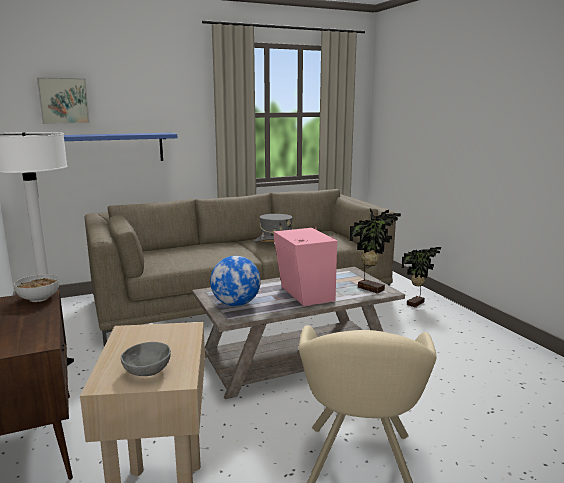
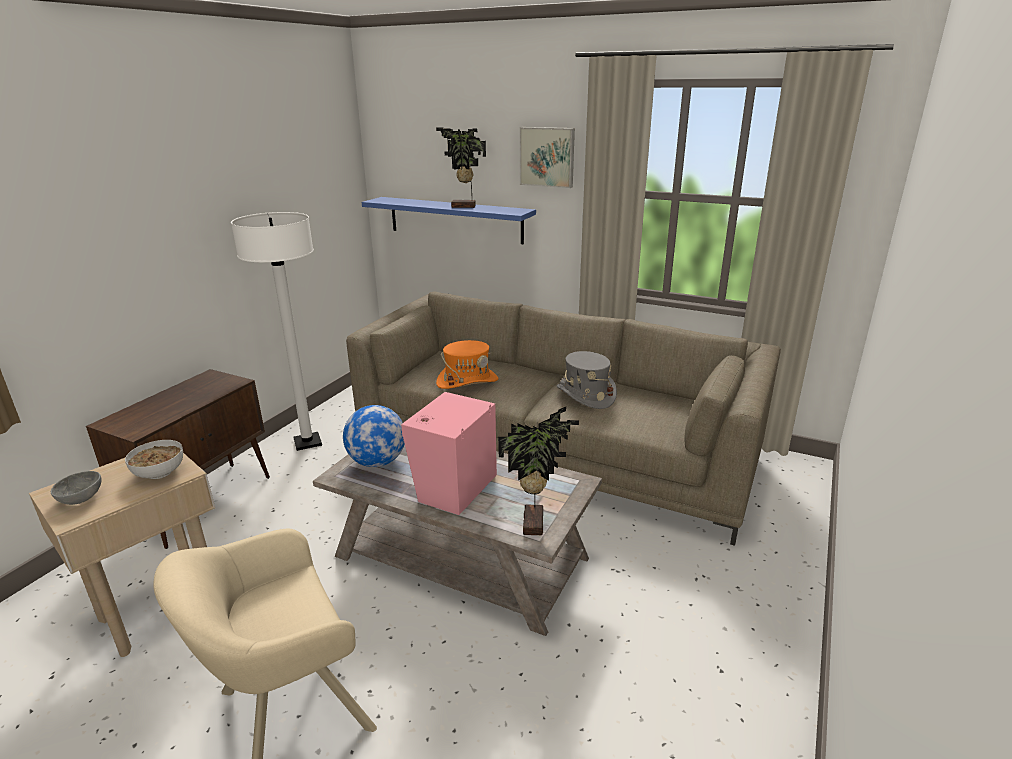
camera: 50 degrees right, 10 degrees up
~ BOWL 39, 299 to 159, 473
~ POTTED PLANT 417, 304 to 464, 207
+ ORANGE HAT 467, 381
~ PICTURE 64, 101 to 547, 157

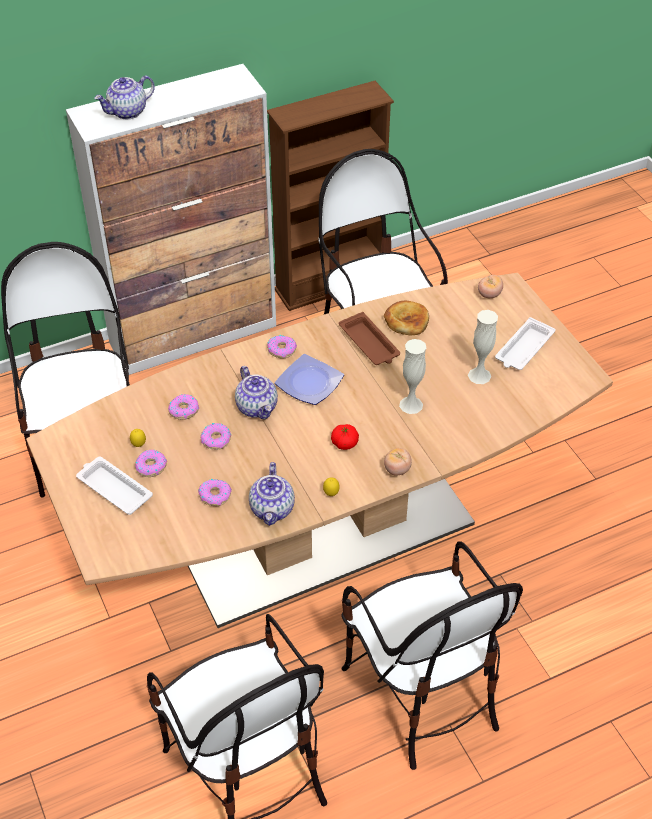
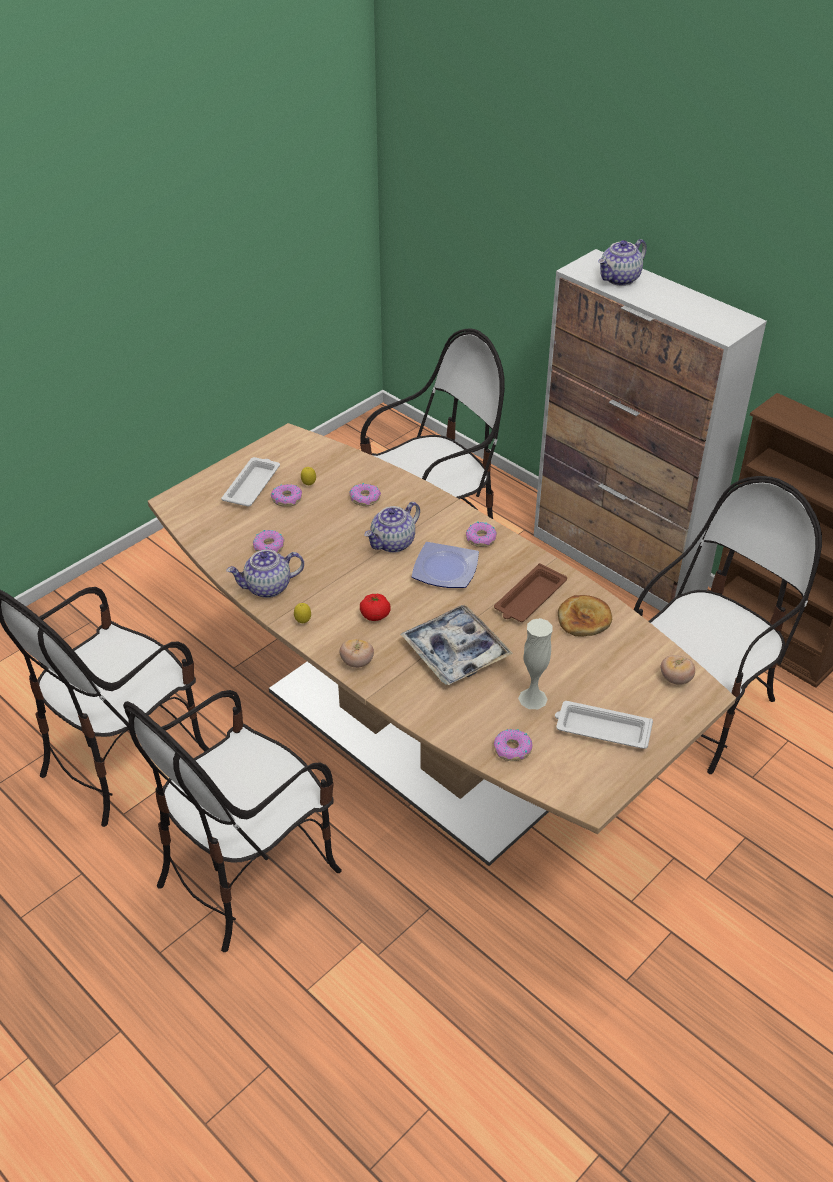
camera: 70 degrees right, 5 degrees down
~ WHITE VASE 411, 405 to TRAY 455, 652
~ DONUT 216, 439 to 512, 749
~ TEAPOT 127, 112 = 620, 279 75 degrees counterclockwise

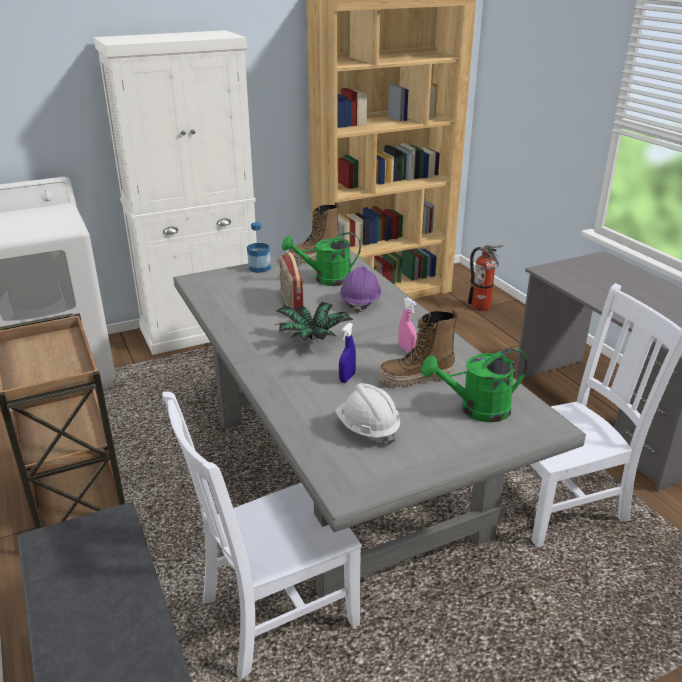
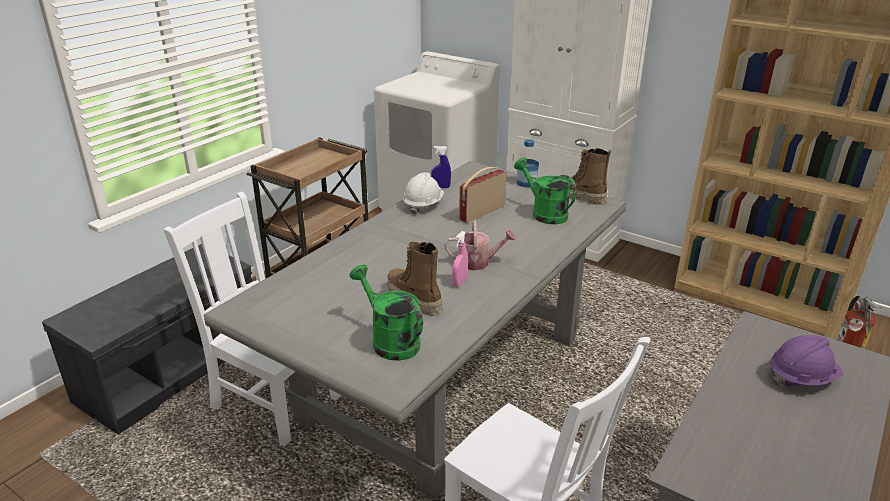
camera: 60 degrees right, 0 degrees up
~ WHITE HARD HAT 367, 429 to 423, 205
~ BLUE SPRAY BOTTLE 347, 378 to 441, 187
+ WATERING CAN 478, 262
~ PURPLE HARD HAT 360, 302 to 801, 378
- POTTED PLANT 312, 339

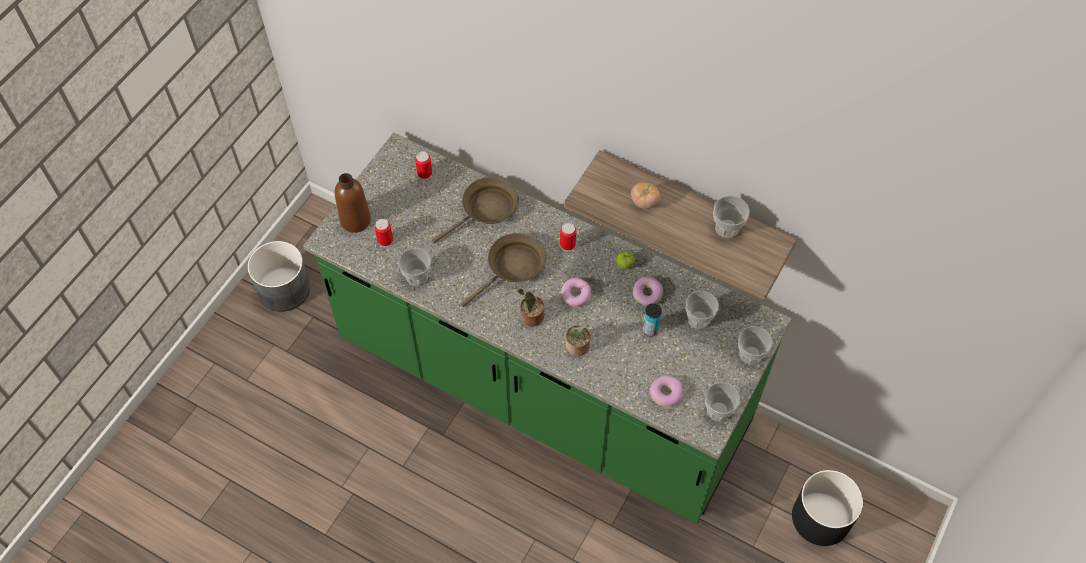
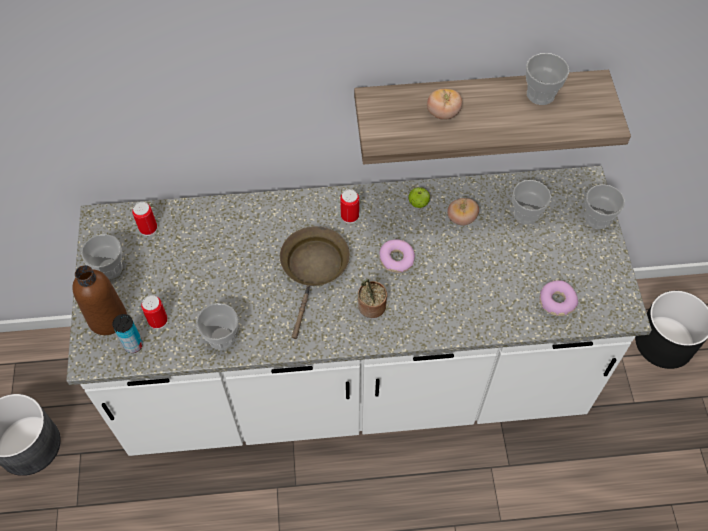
camera: 35 degrees left, 0 degrees up
~ GREEN COUNTER 543, 386 to WHITE COUNTER 354, 379
~ CUP 718, 411 to 109, 268
~ CAN 650, 330 to 133, 345
~ DONUT 647, 294 to TOMATO 461, 218
- BROWN FRYING PAN 486, 210
- POTTED PLANT 578, 347

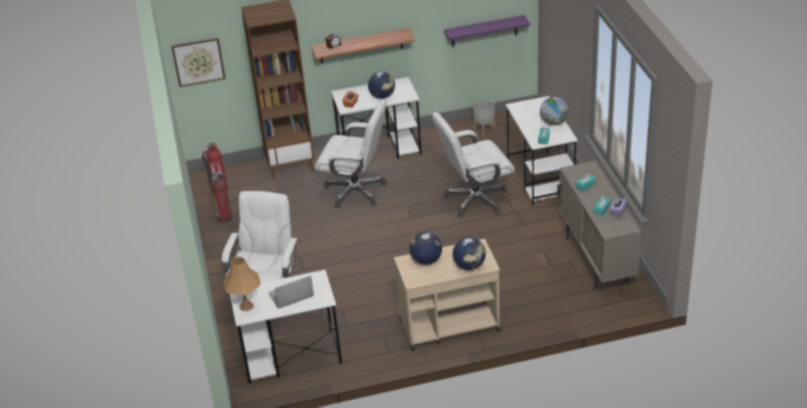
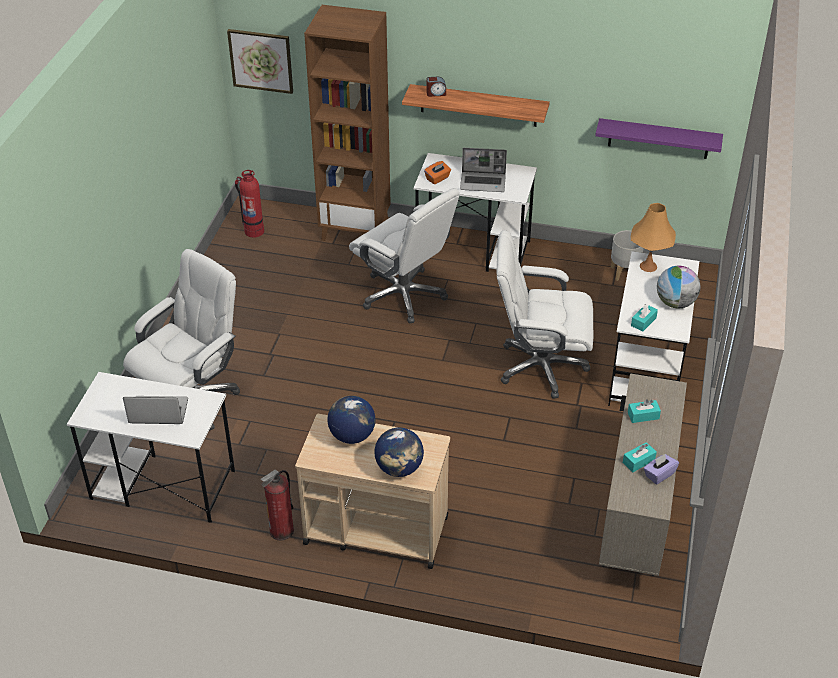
camera: 25 degrees right, 5 degrees up
~ FIRE EXTINGUISHER 224, 218 to 281, 531
~ GLOBE 382, 96 to LAPTOP 483, 183
~ ORANGE TABLE LAMP 246, 306 to 648, 266

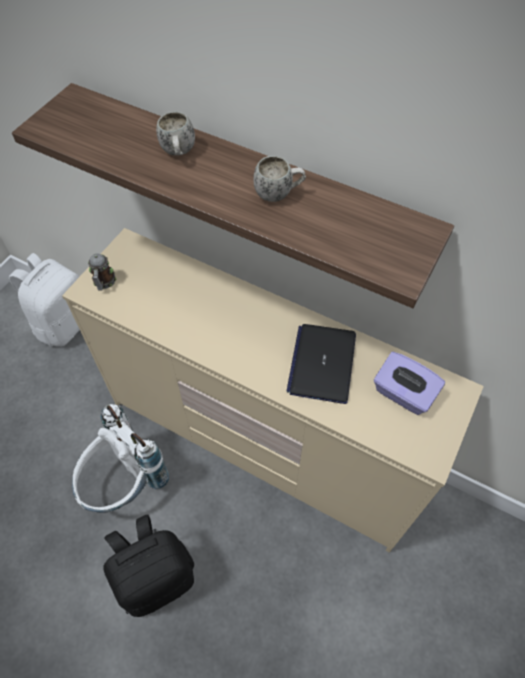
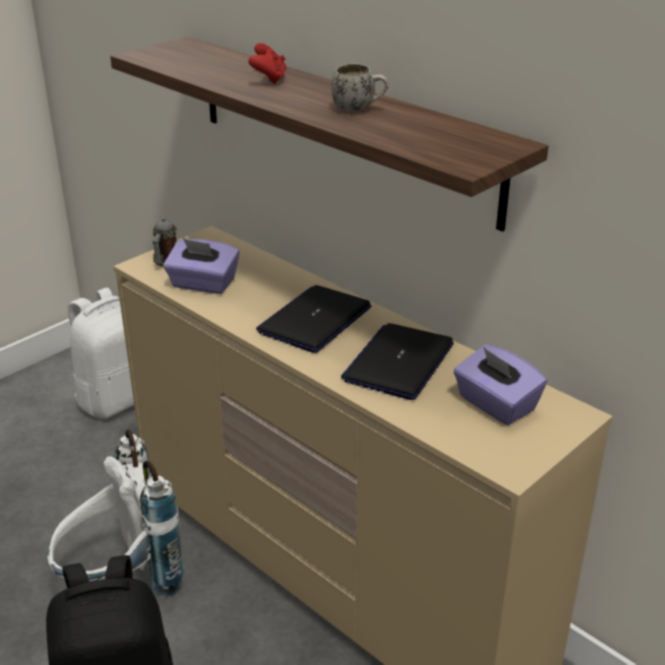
camera: 15 degrees right, 25 degrees down
+ PURPLE TISSUE BOX 203, 284
~ WHITE MUG 178, 153 to RED GAME CONTROLLER 269, 79
+ LAPTOP 315, 320

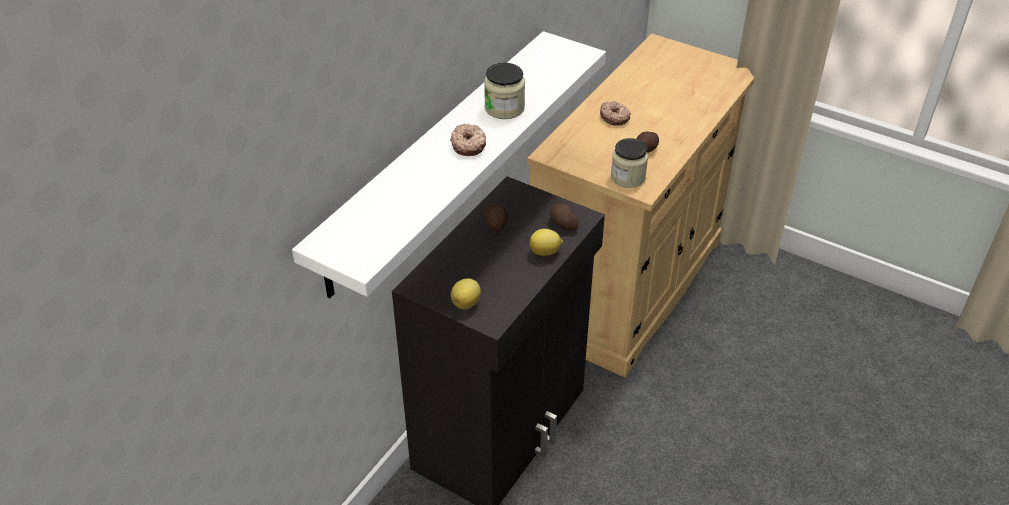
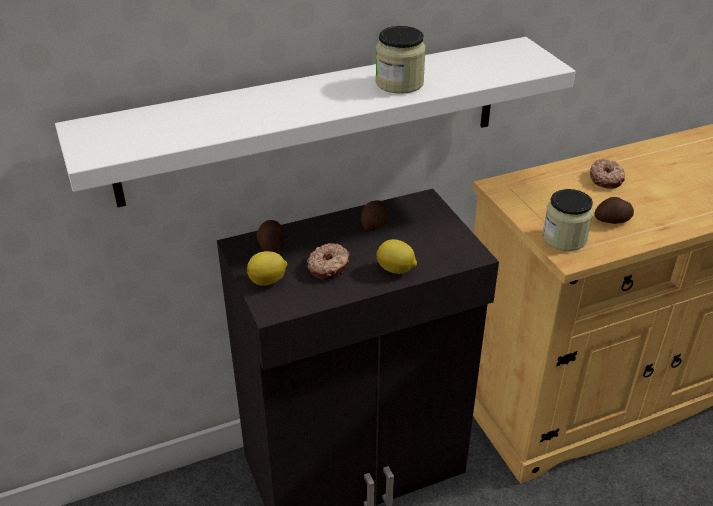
camera: 35 degrees right, 5 degrees down
~ POTATO 563, 224 to 271, 246
~ DONUT 469, 145 to 329, 267

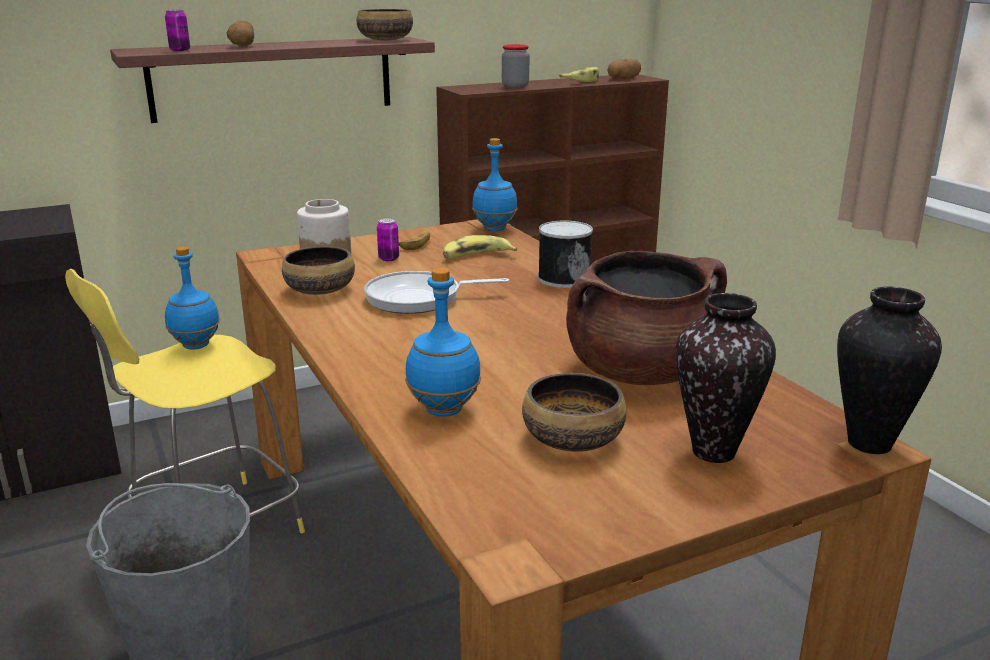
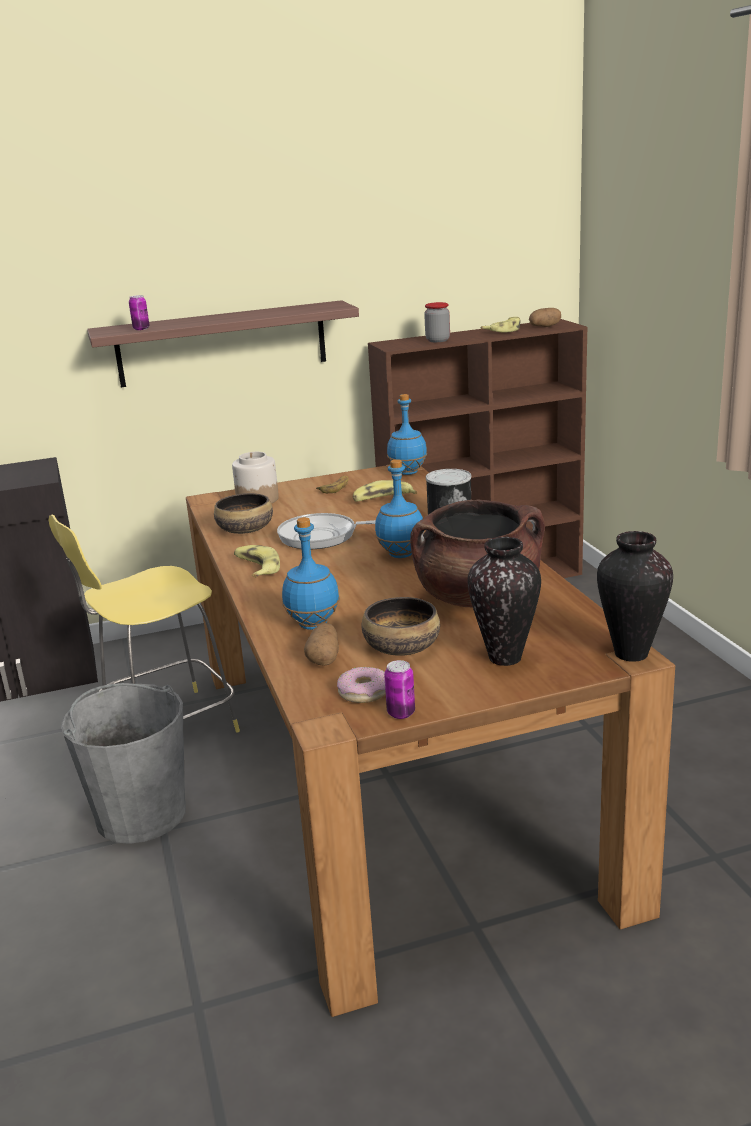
camera: 10 degrees right, 0 degrees up
+ BANANA 256, 568
~ POTATO 243, 46 to 324, 658
+ DONUT 363, 692
~ BLUE BOTTLE 196, 346 to 401, 555
~ CAN 388, 258 to 401, 713
- BOWL 385, 40

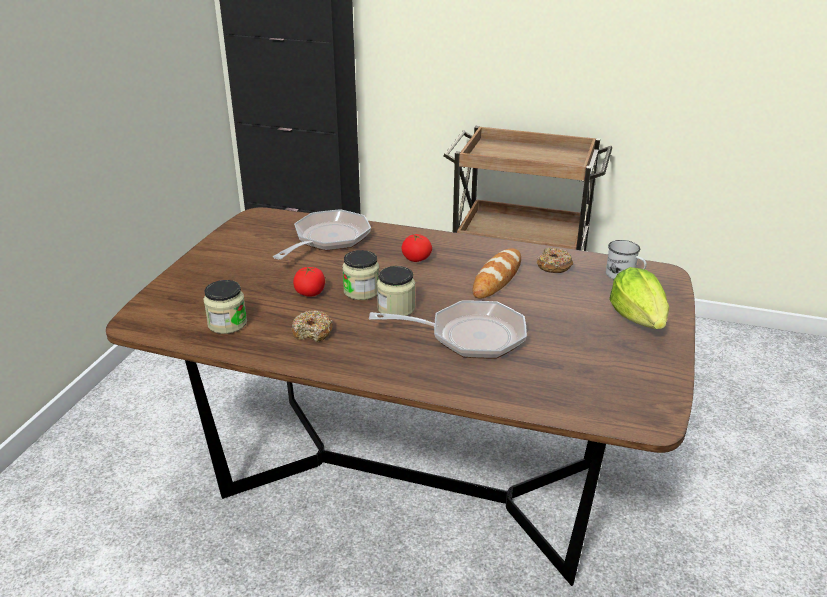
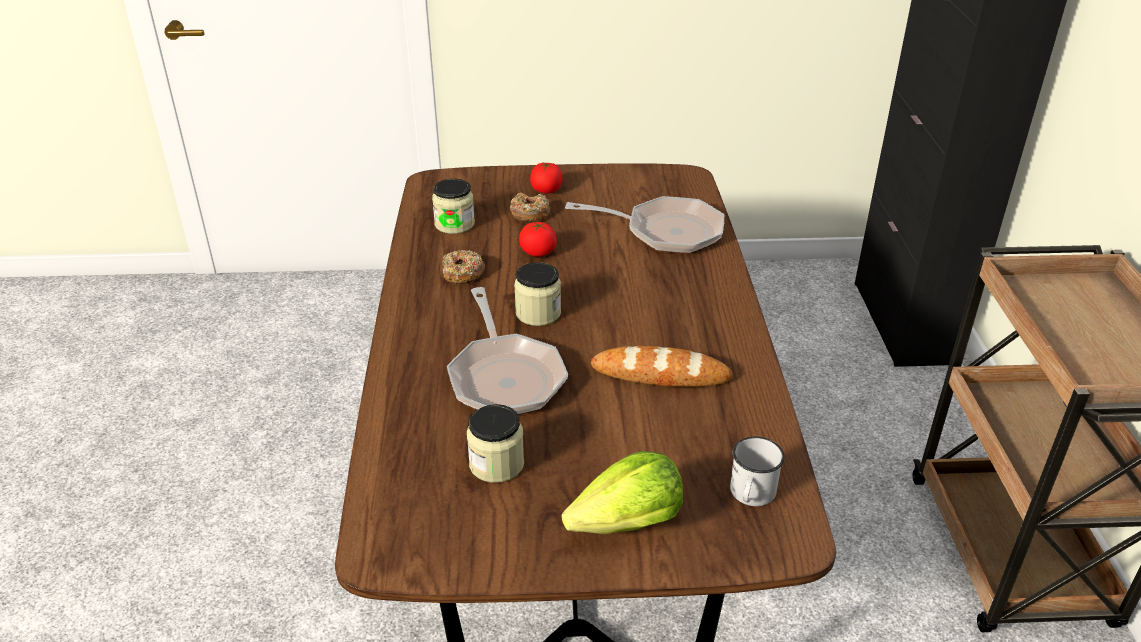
camera: 70 degrees right, 5 degrees up
~ JAR 361, 291 to 496, 464
~ DONUT 553, 266 to 529, 214
~ TOMATO 416, 259 to 546, 190

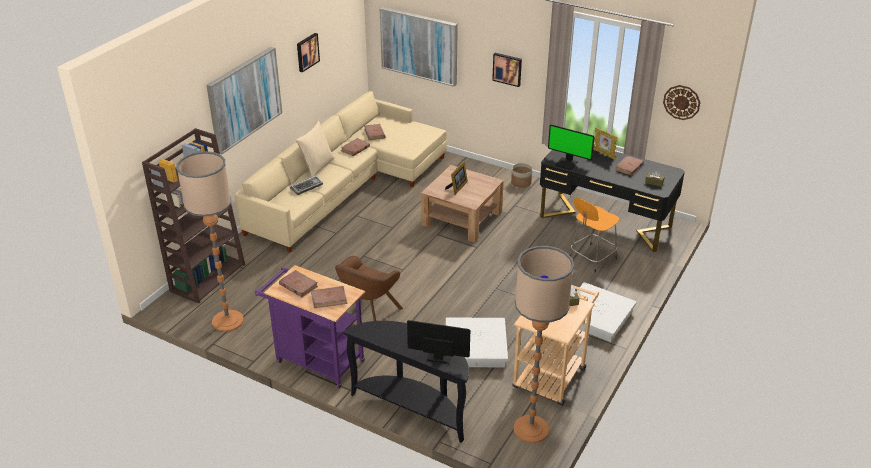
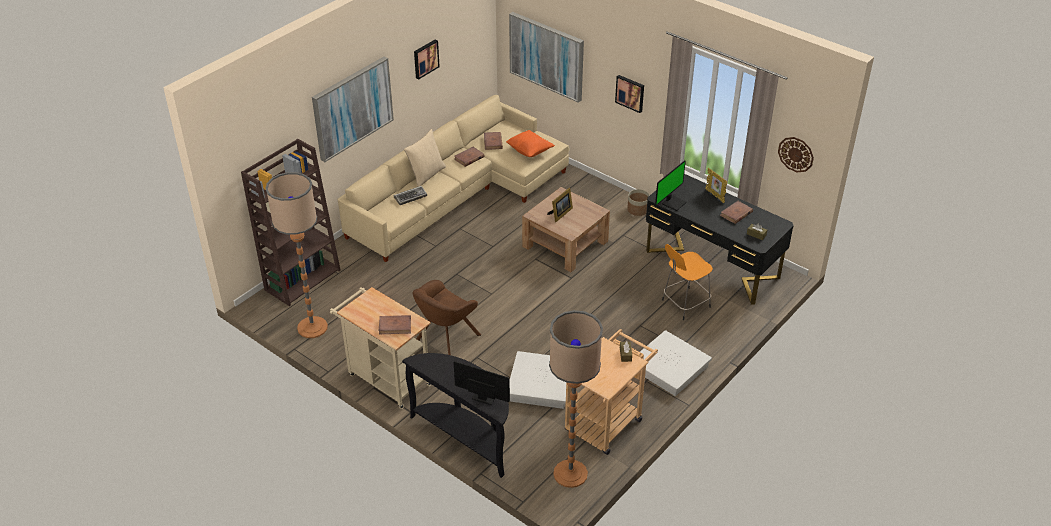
camera: 10 degrees right, 5 degrees up
~ PURPLE CART 316, 360 to BEIGE CART 385, 378
+ ORANGE PILLOW 529, 151
~ MONITOR 567, 163 = 673, 202 90 degrees counterclockwise
- BROWN BOOK 298, 285

